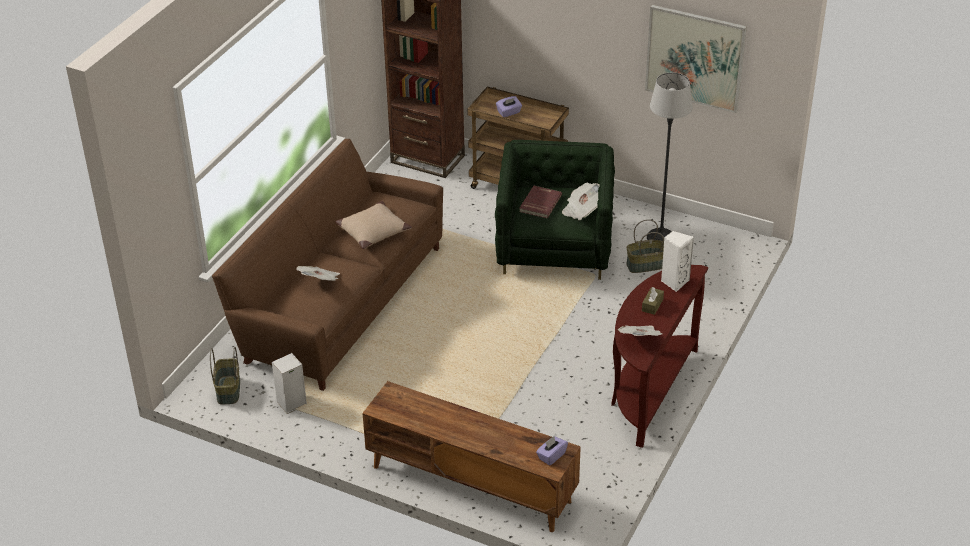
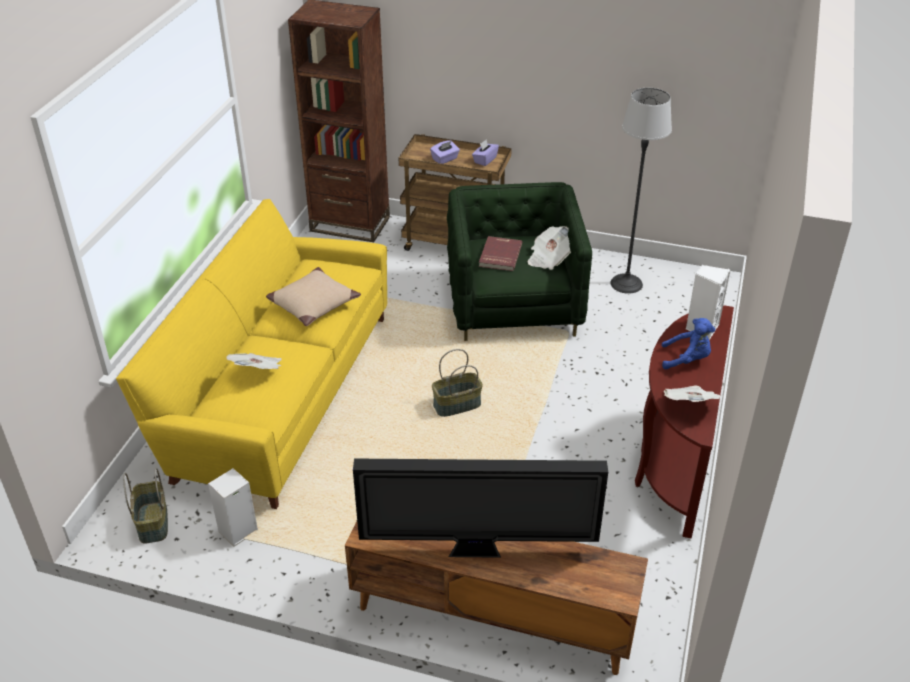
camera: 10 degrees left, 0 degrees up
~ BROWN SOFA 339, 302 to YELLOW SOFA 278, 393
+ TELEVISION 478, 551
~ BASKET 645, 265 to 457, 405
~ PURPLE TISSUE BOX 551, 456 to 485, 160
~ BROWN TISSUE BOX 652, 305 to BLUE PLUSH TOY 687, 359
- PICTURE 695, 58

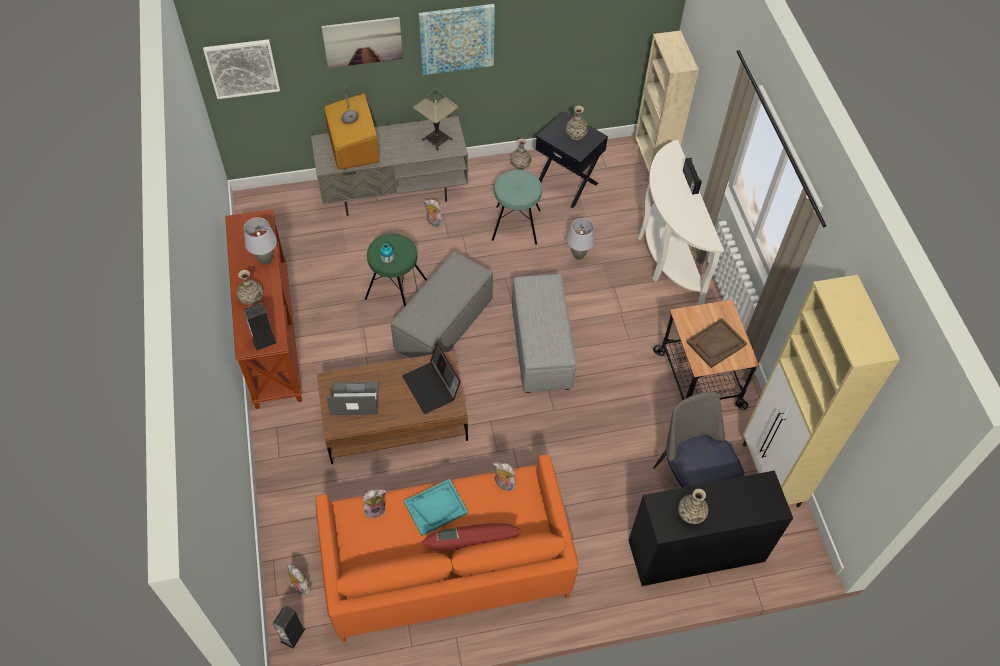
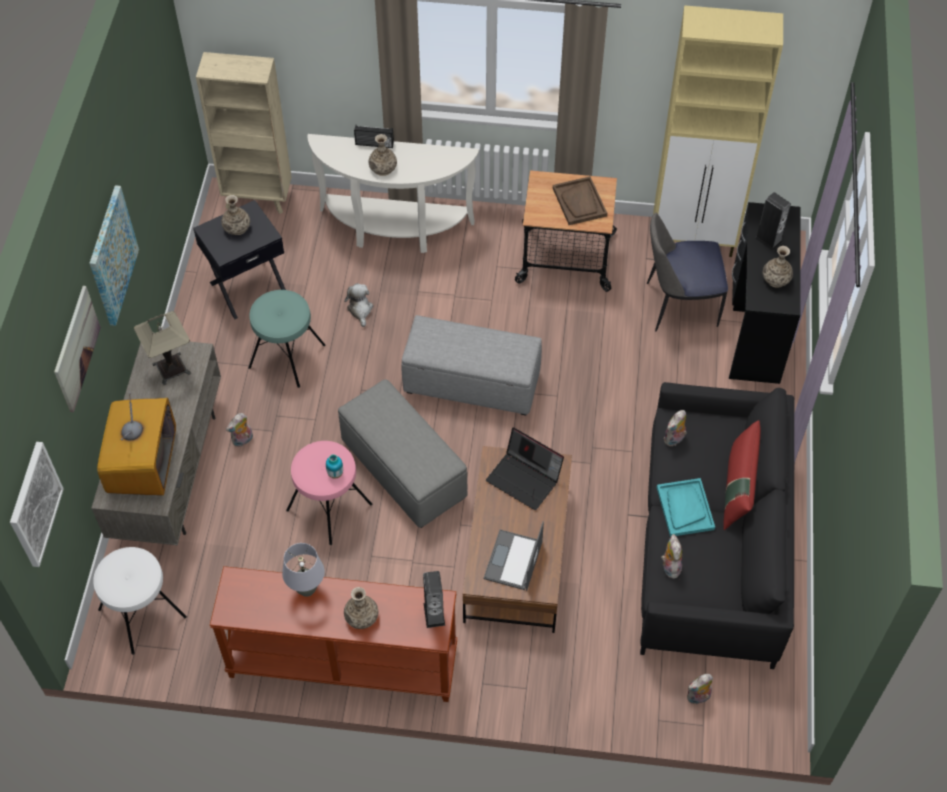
camera: 70 degrees left, 0 degrees up
+ WHITE STOOL 142, 613
~ TELEVISION 354, 149 = 143, 463 90 degrees clockwise
~ GREEN STOOL 396, 289 to PINK STOOL 329, 507
~ GREY TABLE LAMP 578, 256 to PLUSH TOY 360, 310
~ VASE 520, 164 to 383, 168
~ LAPTOP 432, 387 = 525, 479 45 degrees clockwise
~ ORANGE SOFA 446, 563 to BLACK SOFA 710, 547
~ SPEAKER 293, 635 to 768, 240

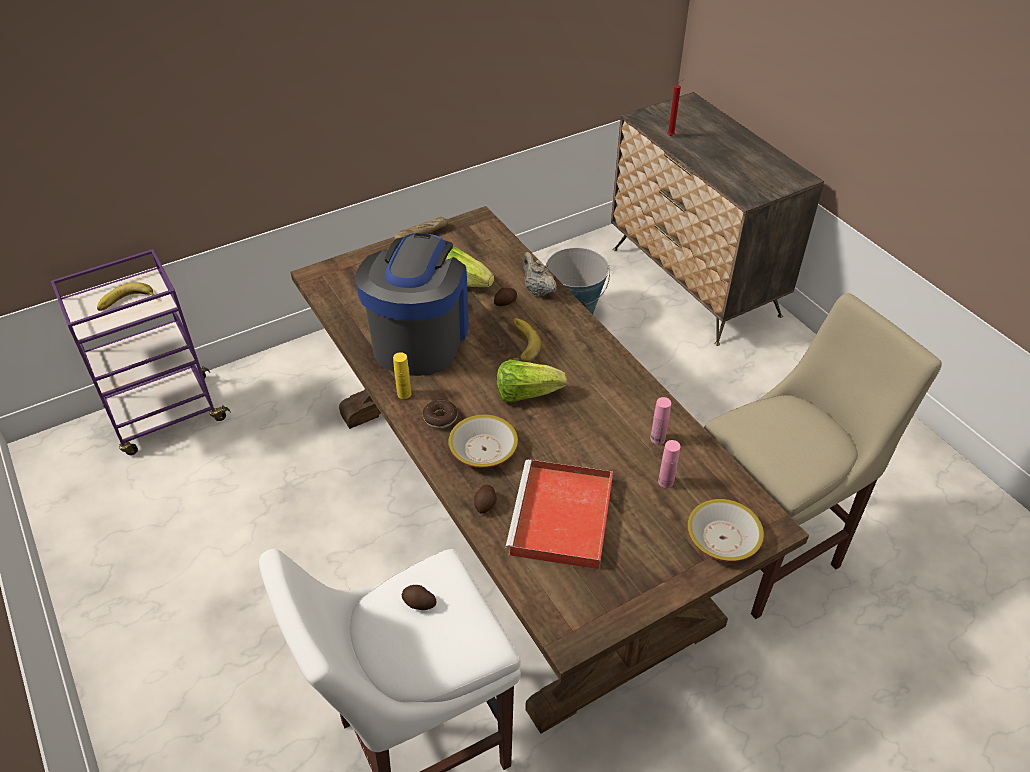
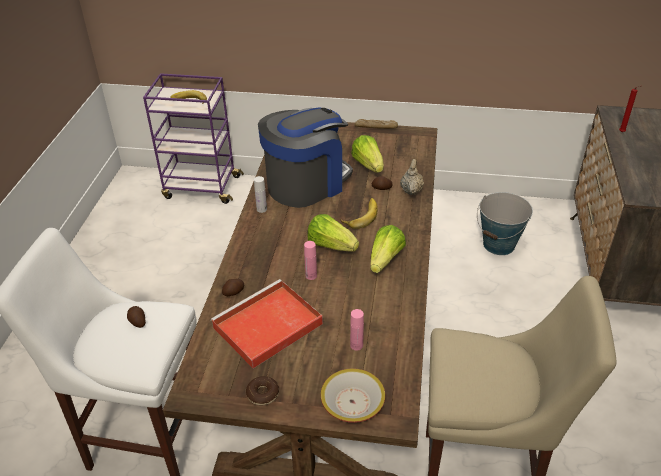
camera: 40 degrees right, 5 degrees down
~ DONUT 440, 418 to 263, 394
~ YELLOW BOTTLE 404, 394 to WHITE BOTTLE 261, 209
~ PINK BOTTLE 657, 439 to 311, 275
+ LETTUCE 385, 260
- BOWL 484, 449

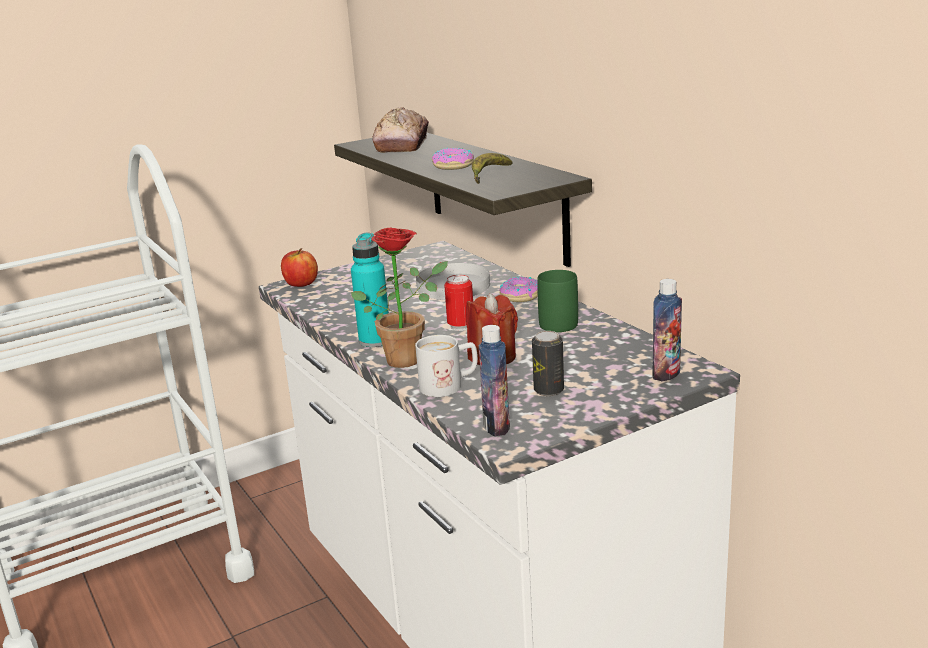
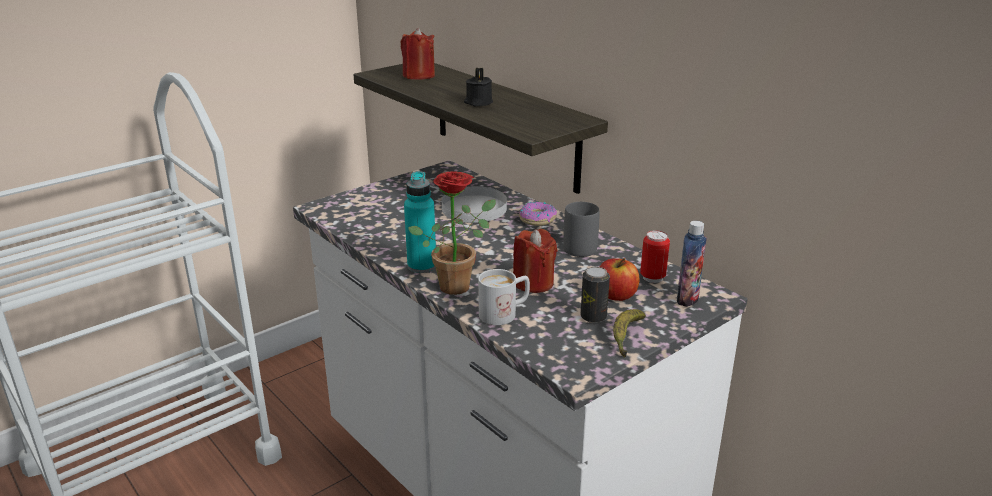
camera: 10 degrees left, 5 degrees up
~ BREAD 402, 144 to RED CANDLE 419, 75
~ DONUT 454, 166 to BLACK CANDLE 478, 103
~ GREEN MUG 562, 321 to GREY MUG 582, 245
~ APPLE 301, 284 to 616, 295
~ BANANA 488, 175 to 626, 337
~ CAN 461, 326 to 652, 278
- BOTTLE 496, 426

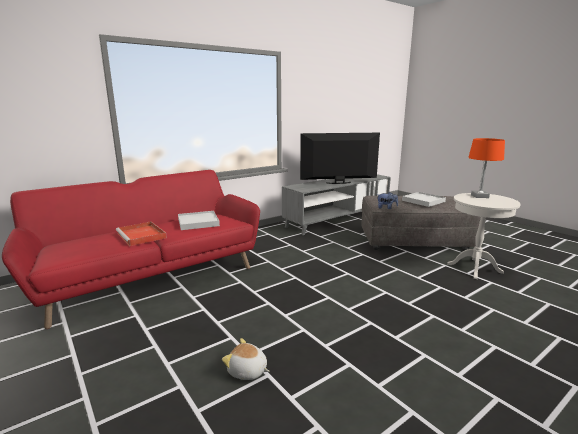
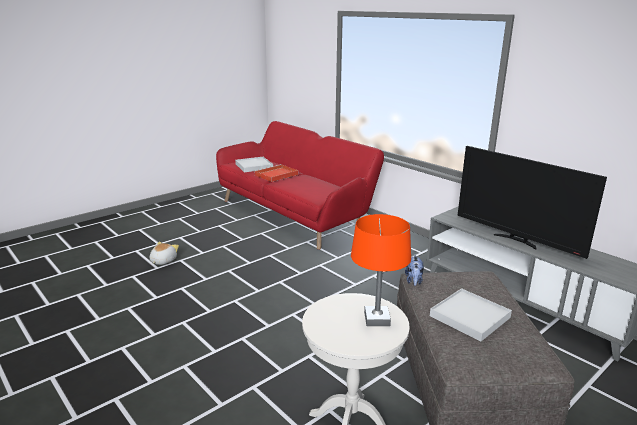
camera: 85 degrees right, 5 degrees up
~ WHITE TRAY 198, 222 to 254, 166
~ TELEVISION 339, 183 = 517, 240 150 degrees clockwise

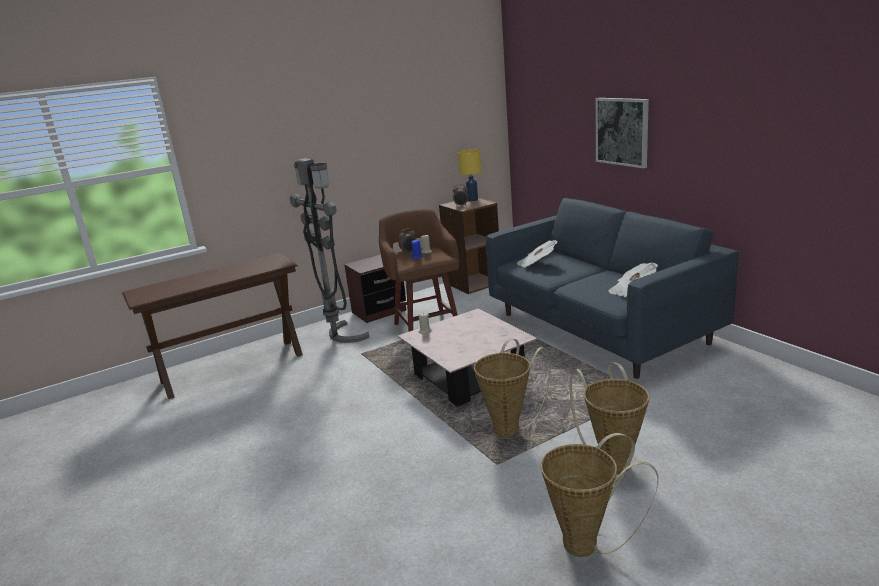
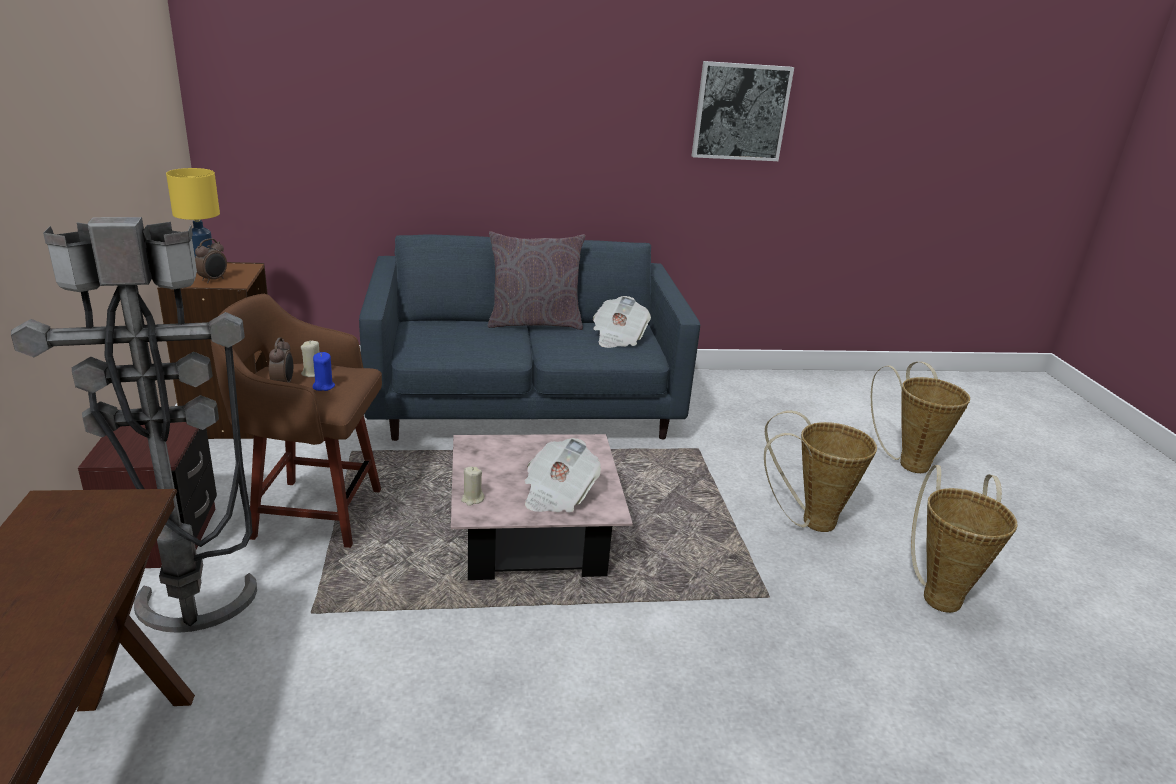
camera: 70 degrees left, 5 degrees up
+ GREY PILLOW 534, 323
~ NEWSPAPER 536, 264 to 557, 494
~ PICTURE 622, 131 to 740, 112
~ BASKET 510, 428 to 909, 462

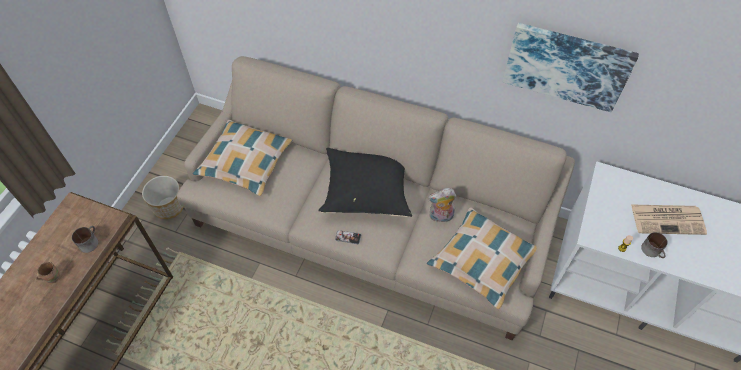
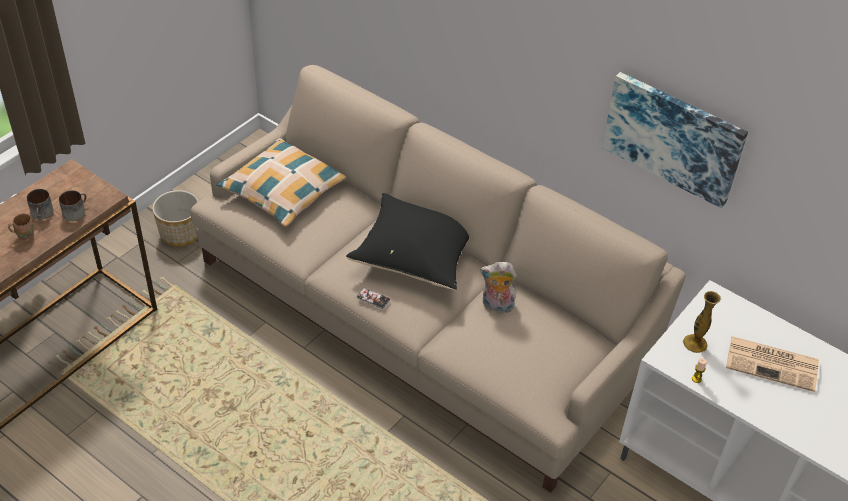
camera: 15 degrees right, 10 degrees down
~ MUG 653, 251 to 43, 214
+ VASE 695, 343
- PILLOW 481, 261

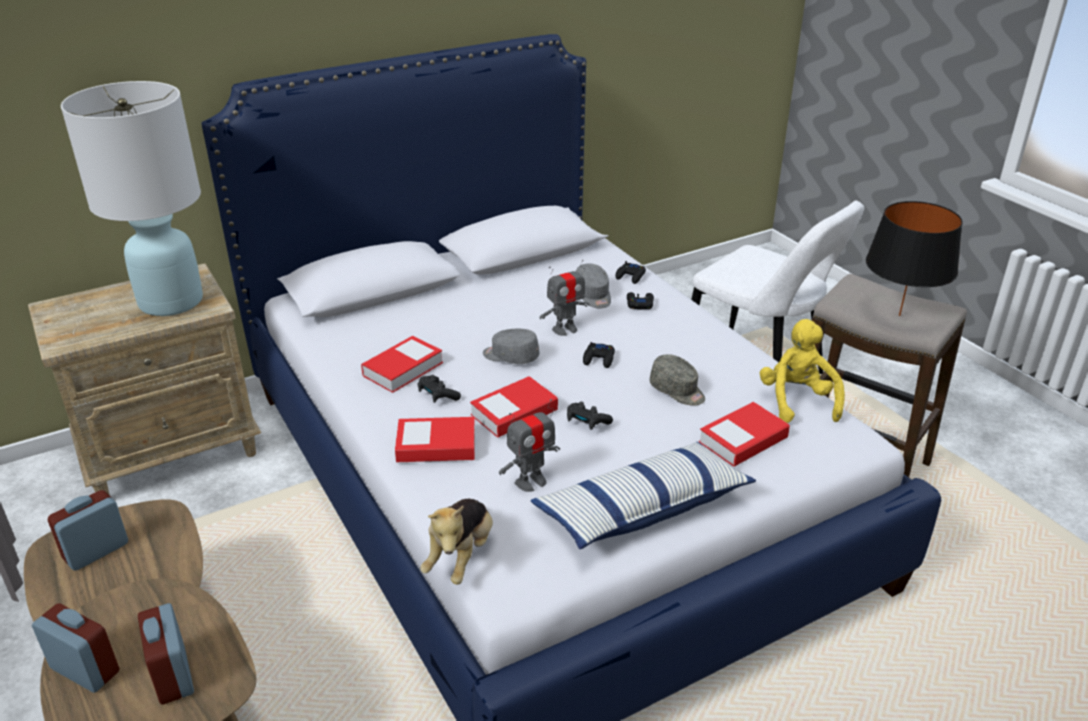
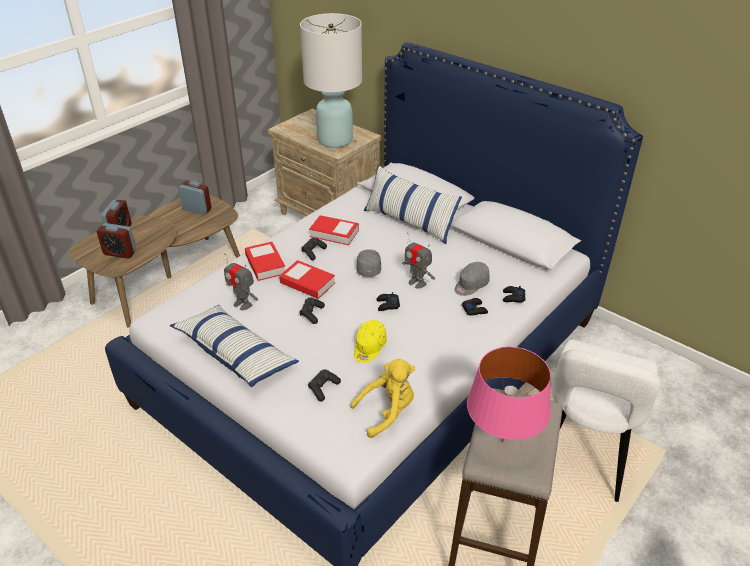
camera: 70 degrees right, 5 degrees up
~ ALARM CLOCK 173, 675 = 120, 253 120 degrees counterclockwise
~ BOOK 743, 440 to BLACK GAME CONTROLLER 323, 388
~ GREY CAP 677, 391 to YELLOW CAP 369, 348
+ PILLOW 409, 222
~ BLACK TABLE LAMP 899, 315 to PINK TABLE LAMP 502, 442
- PLUSH TOY 461, 556

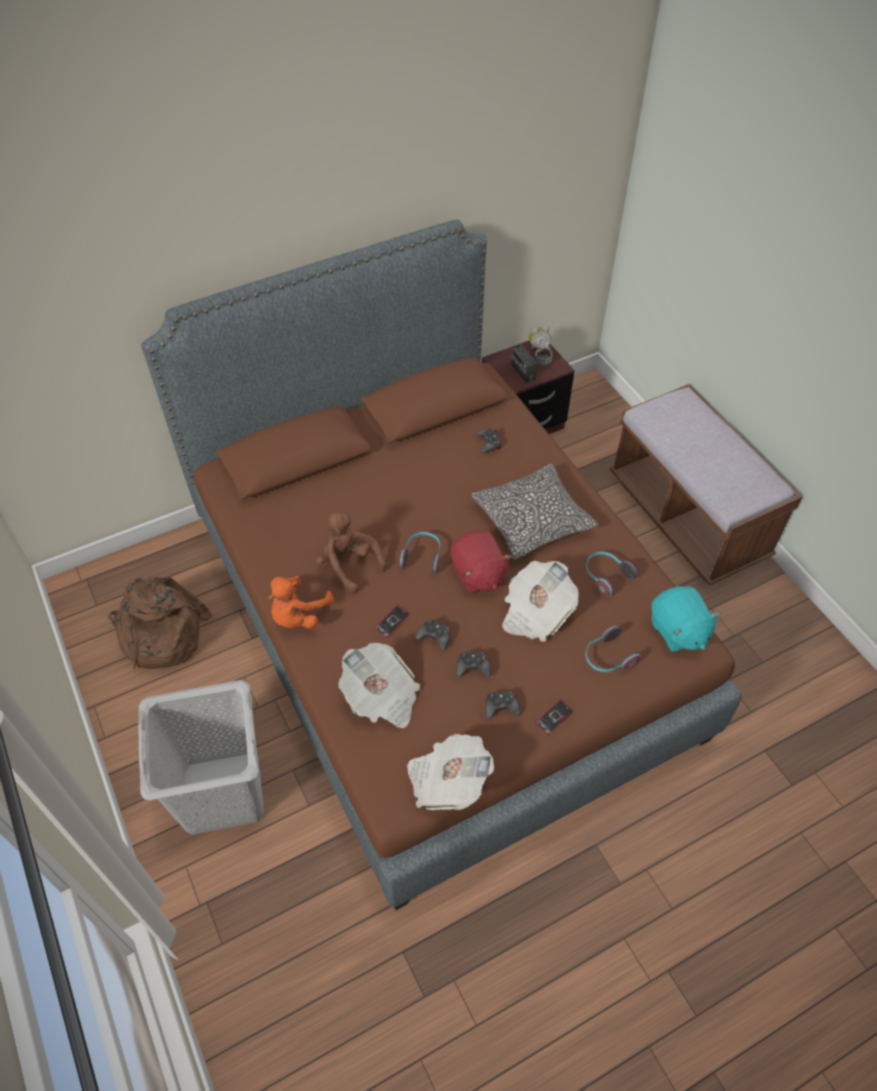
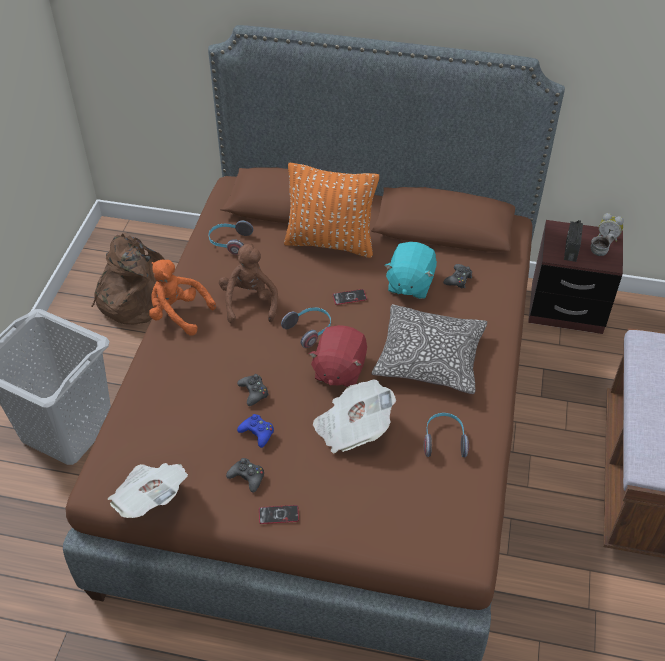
camera: 40 degrees right, 5 degrees down
~ ORANGE PLUSH TOY 298, 615 = 178, 314 45 degrees clockwise
~ HEADPHONES 607, 658 to 229, 242
~ BLACK GAME CONTROLLER 473, 667 to BLUE GAME CONTROLLER 257, 433
+ ORANGE PILLOW 330, 243
~ PHONE 391, 622 to 349, 297
~ TURQUOISE PLUSH TOY 678, 631 to 409, 284
- NEWSPAPER 381, 697

